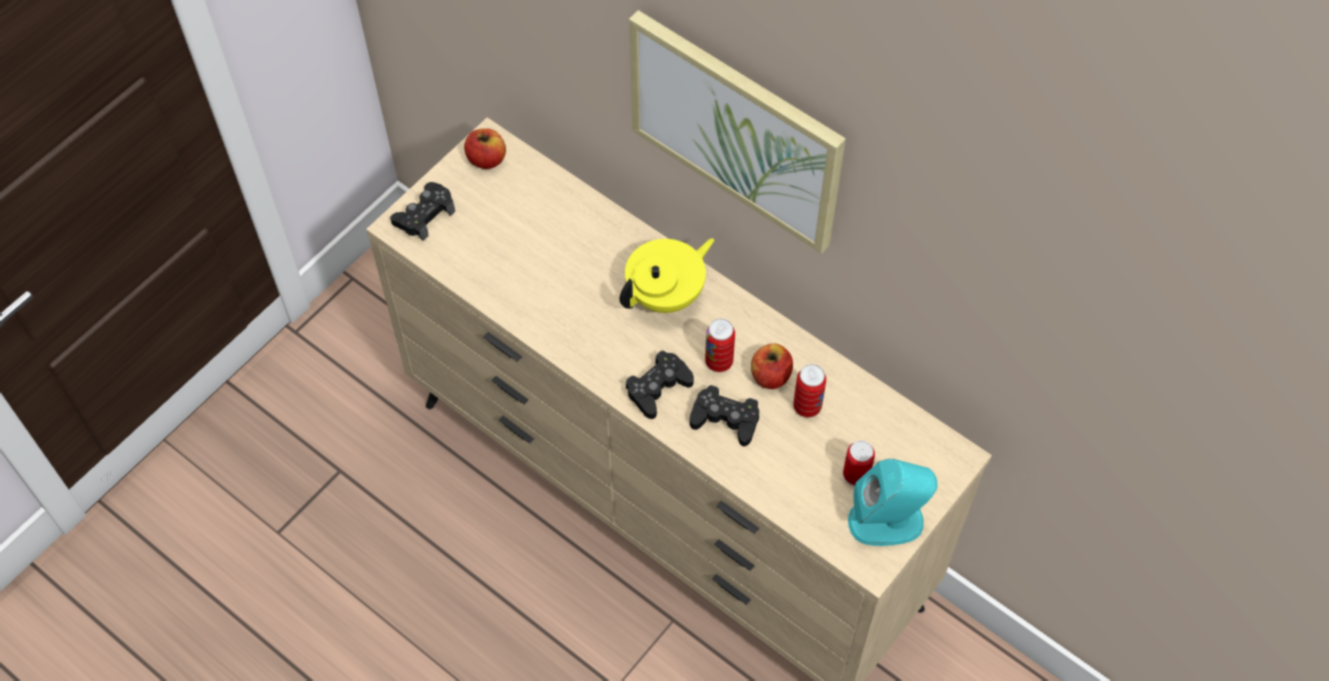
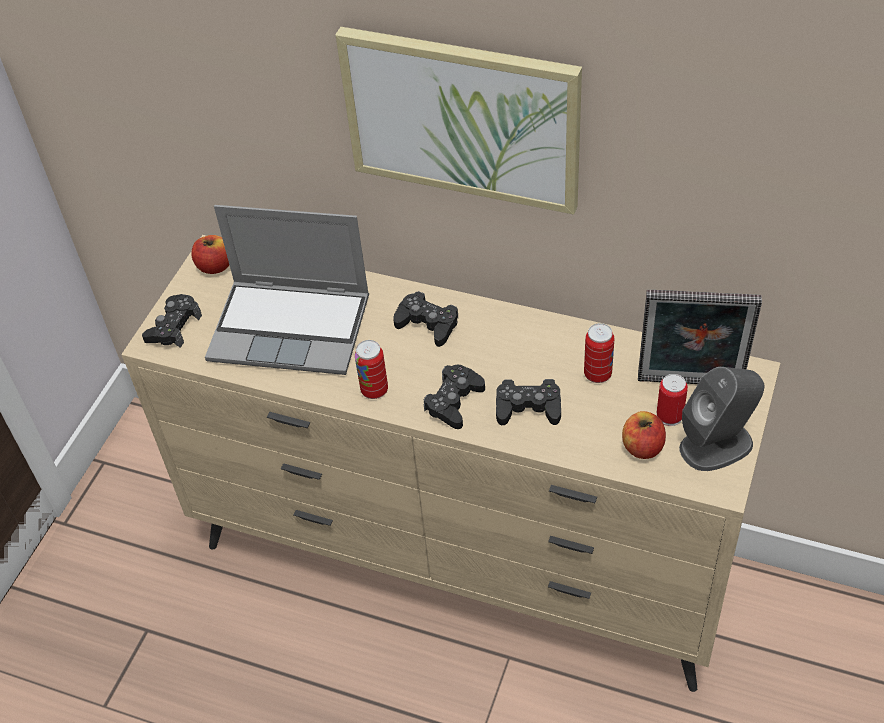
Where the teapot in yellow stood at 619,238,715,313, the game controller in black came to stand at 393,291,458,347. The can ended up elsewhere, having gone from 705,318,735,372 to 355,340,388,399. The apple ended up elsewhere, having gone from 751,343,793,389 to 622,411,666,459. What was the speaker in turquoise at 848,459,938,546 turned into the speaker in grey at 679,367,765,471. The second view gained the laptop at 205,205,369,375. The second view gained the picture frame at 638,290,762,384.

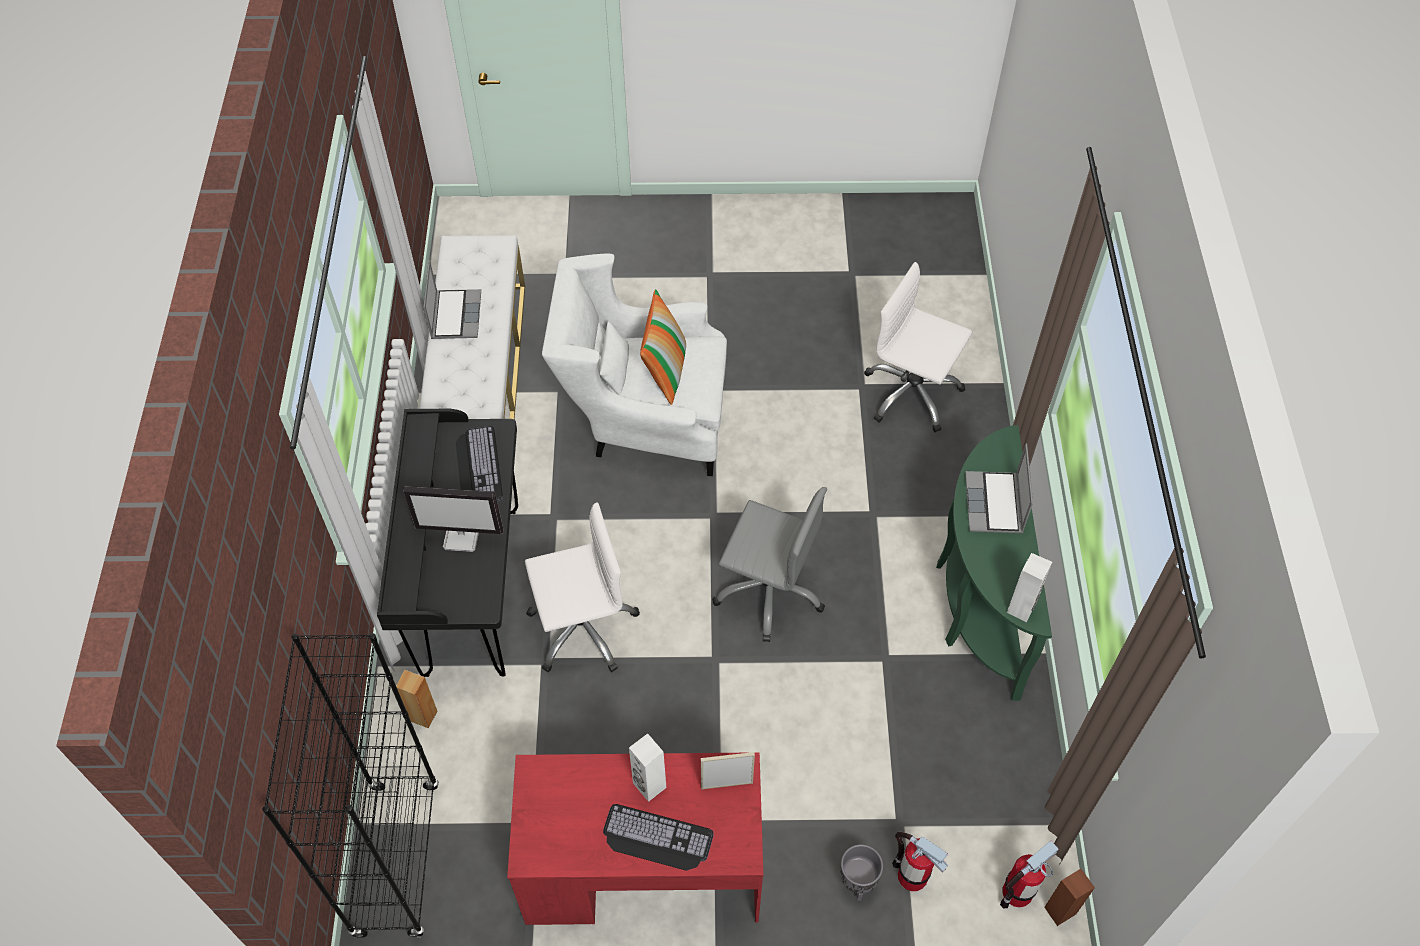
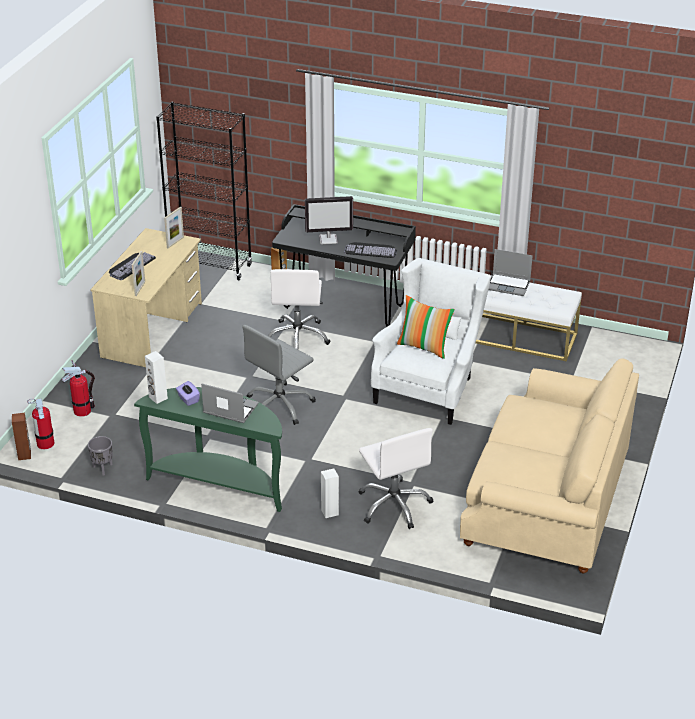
The office chair in white at 864,262,972,432 ended up facing another way, 105 degrees clockwise from before. The monitor at 402,486,503,552 ended up facing another way, 120 degrees counterclockwise from before. The speaker in white ended up elsewhere, having gone from 629,733,666,802 to 321,469,339,518. What was the desk in red at 507,752,763,925 turned into the desk in beige at 90,228,202,367. The planter in grey ended up elsewhere, having gone from 840,844,883,901 to 88,436,113,475. The second view gained the picture frame at 164,207,184,248. The second view gained the sofa in beige at 460,358,639,574. The second view gained the tissue box in purple at 176,381,200,406.

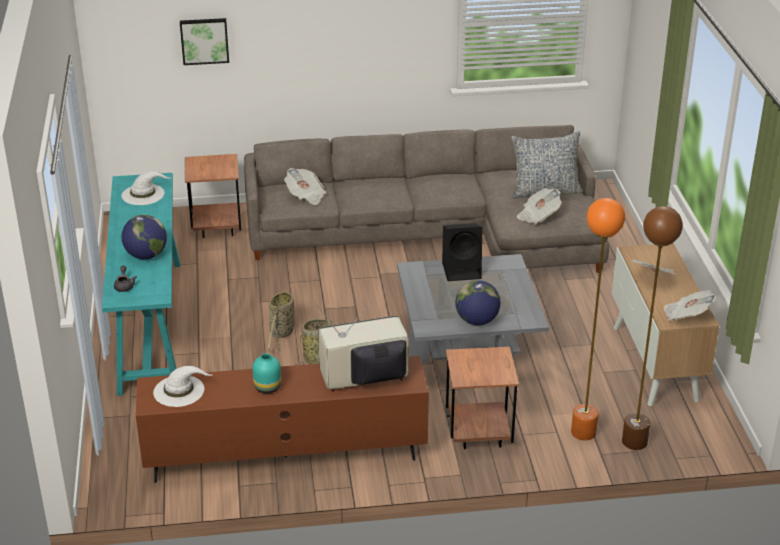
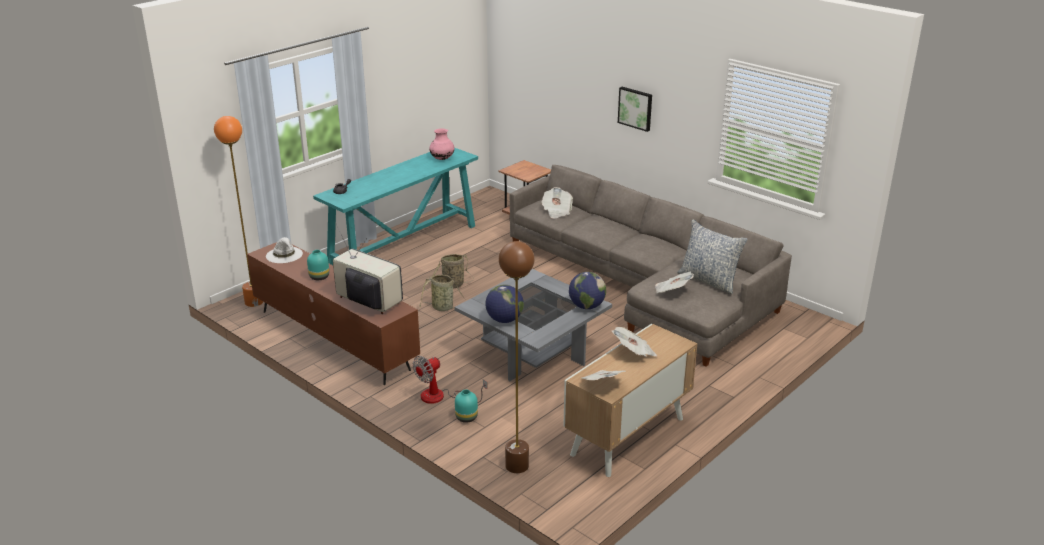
The picture ended up elsewhere, having gone from 180,18,229,65 to 618,87,652,132. Where the hat in white stood at 122,171,170,205, the vase in pink came to stand at 429,128,454,160. The floor lamp in orange ended up elsewhere, having gone from 571,198,625,441 to 214,116,263,307. The globe ended up elsewhere, having gone from 122,215,167,259 to 569,272,606,309. The second view lost the speaker in black at 442,223,482,281. Where the side table in brown stood at 446,347,519,449, the fan came to stand at 413,356,487,404. The second view gained the vase in turquoise at 455,389,478,423.

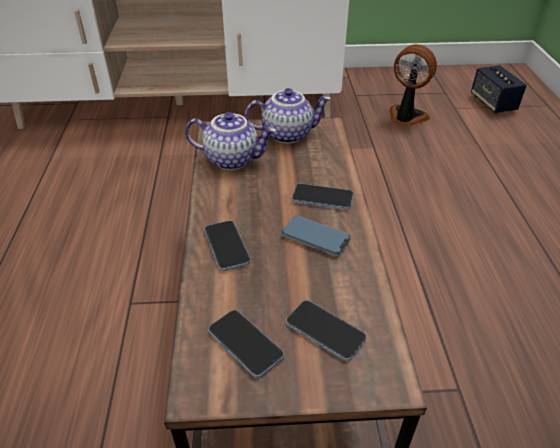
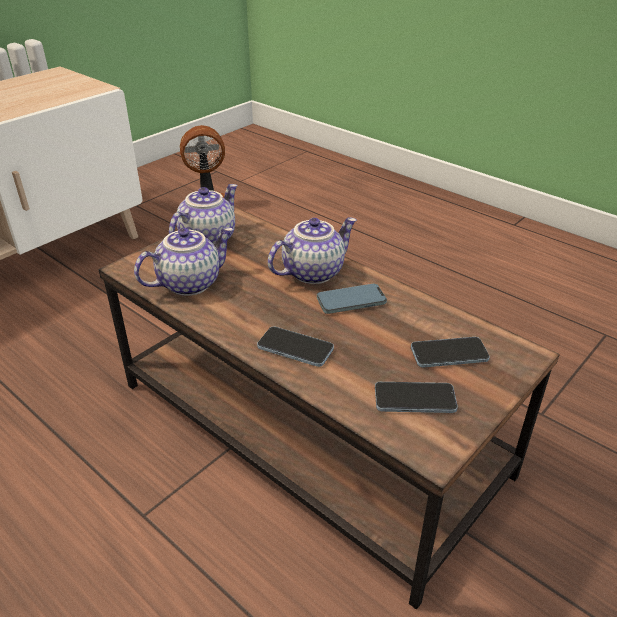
The second view lost the speaker at 471,65,527,113. Where the phone stood at 292,183,353,210, the teapot came to stand at 268,217,357,284.

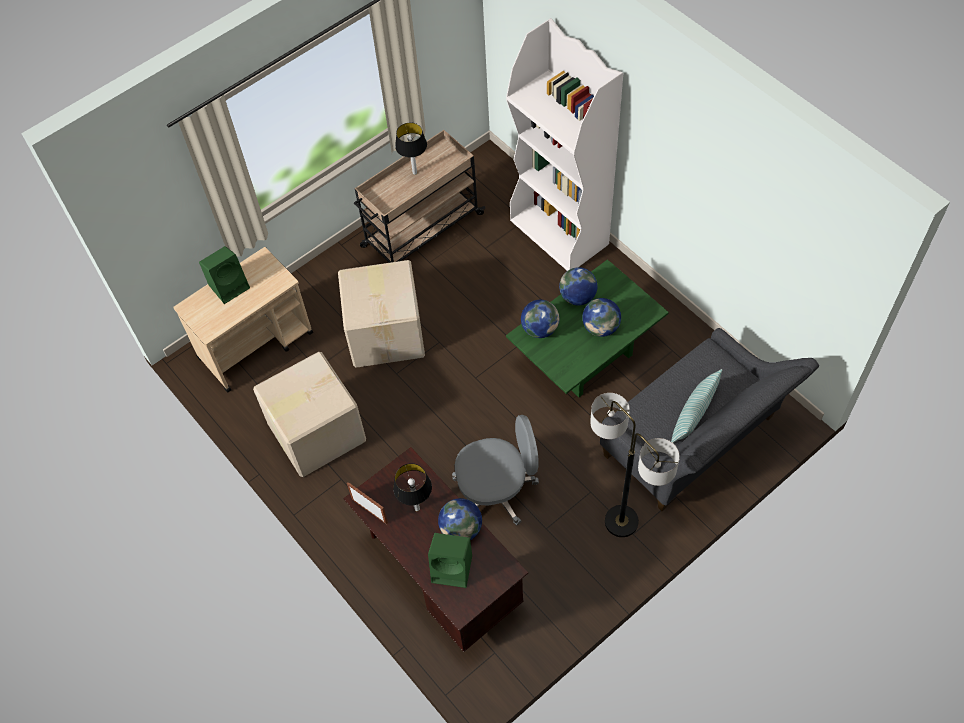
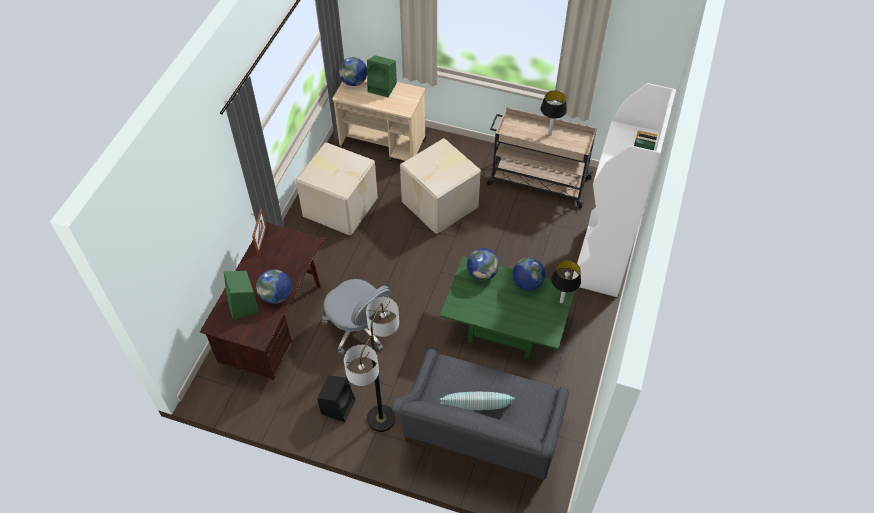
The globe ended up elsewhere, having gone from 582,298,621,337 to 339,57,367,86. The table lamp ended up elsewhere, having gone from 393,463,432,511 to 551,260,581,304. The second view gained the speaker in black at 317,376,355,422.

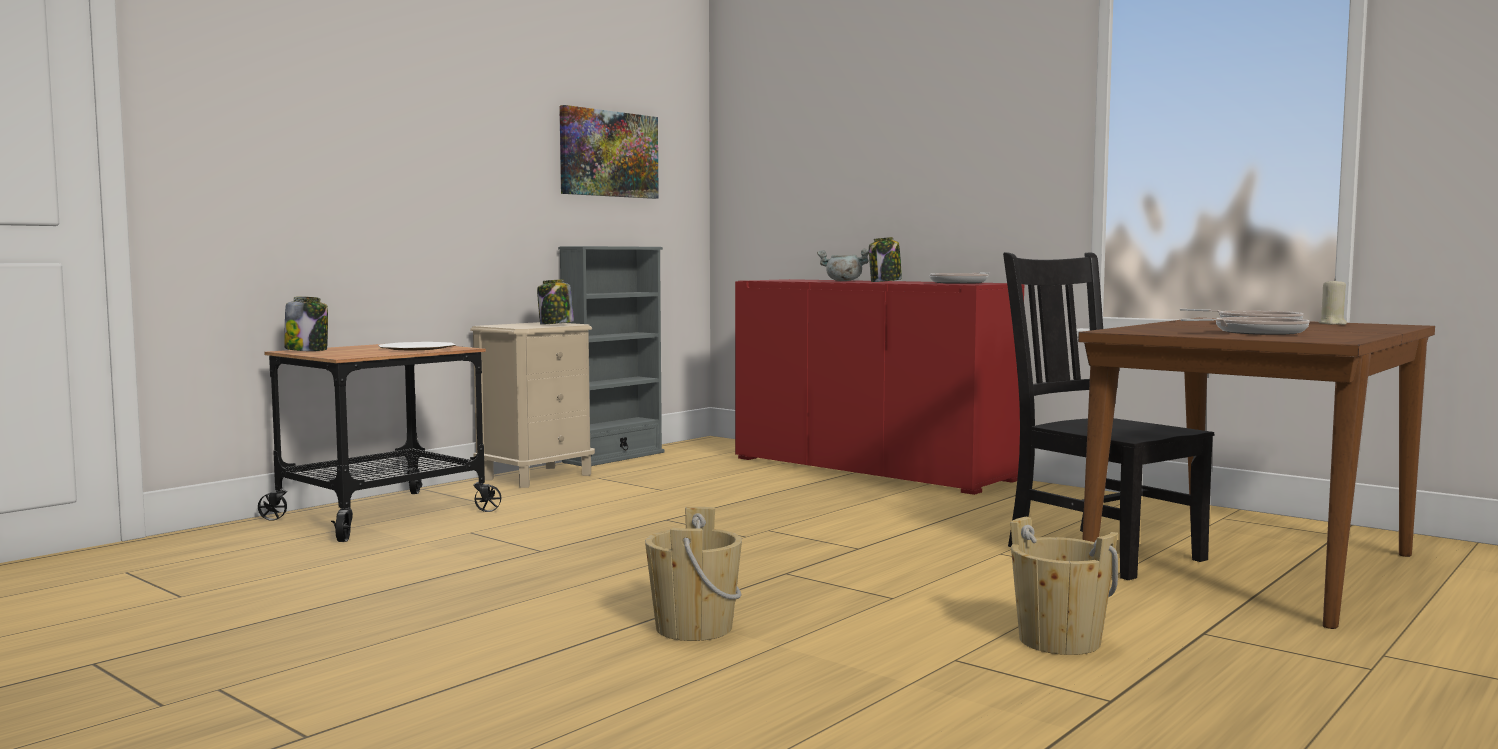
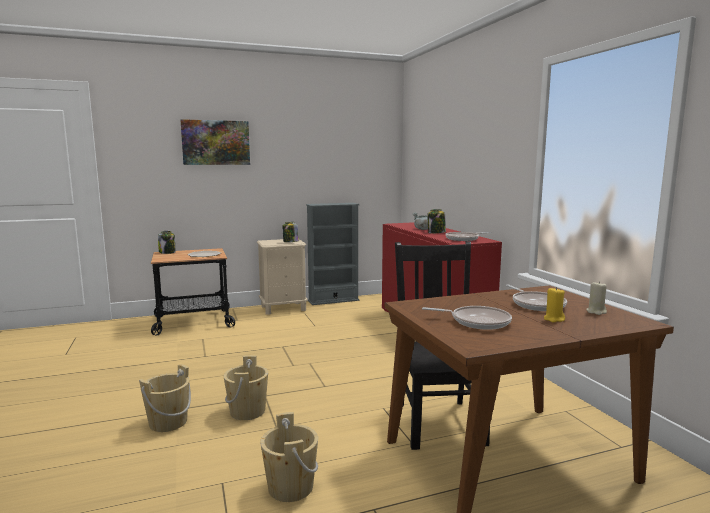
The picture ended up elsewhere, having gone from 559,105,659,199 to 180,119,250,165. The second view gained the candle in yellow at 544,287,565,322. The second view gained the bucket in beige at 223,355,268,420.

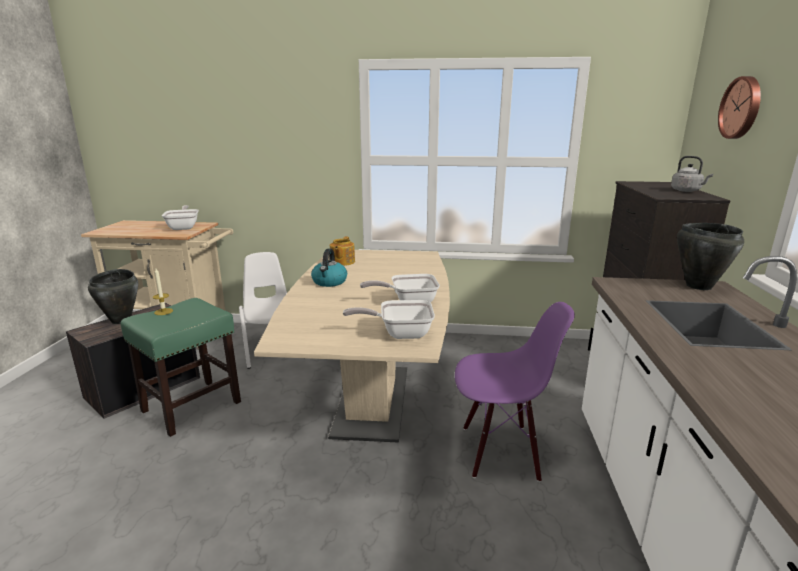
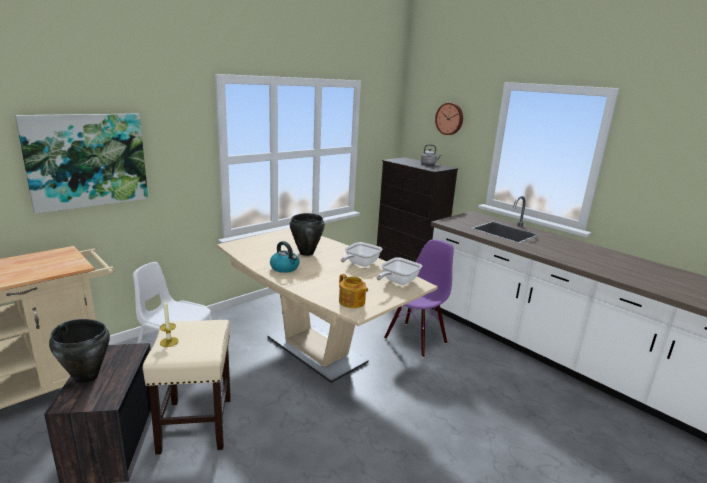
The second view lost the frying pan at 162,205,199,230. The cooking pot in black ended up elsewhere, having gone from 677,223,744,290 to 290,213,325,256. The teapot ended up elsewhere, having gone from 330,237,355,266 to 339,274,368,308. What was the stool in green at 120,298,241,437 turned into the stool in beige at 143,320,231,455. The second view gained the picture at 15,114,148,214.

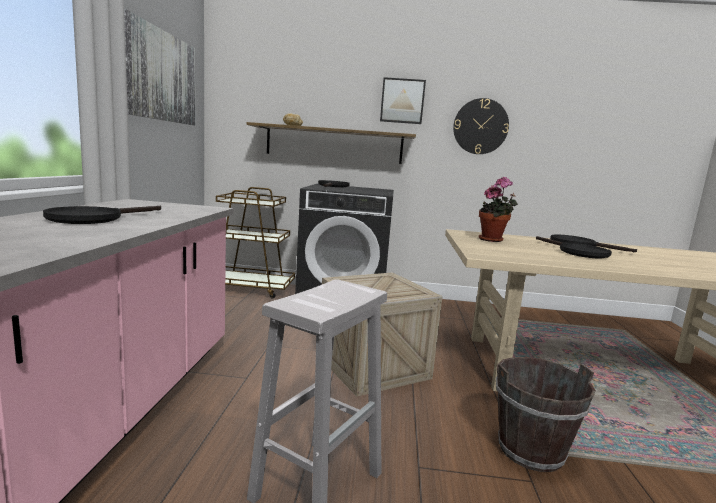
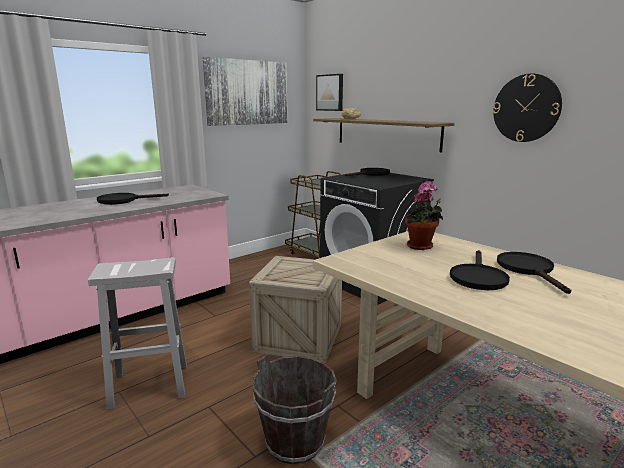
The picture ended up elsewhere, having gone from 380,77,426,124 to 316,74,343,111.

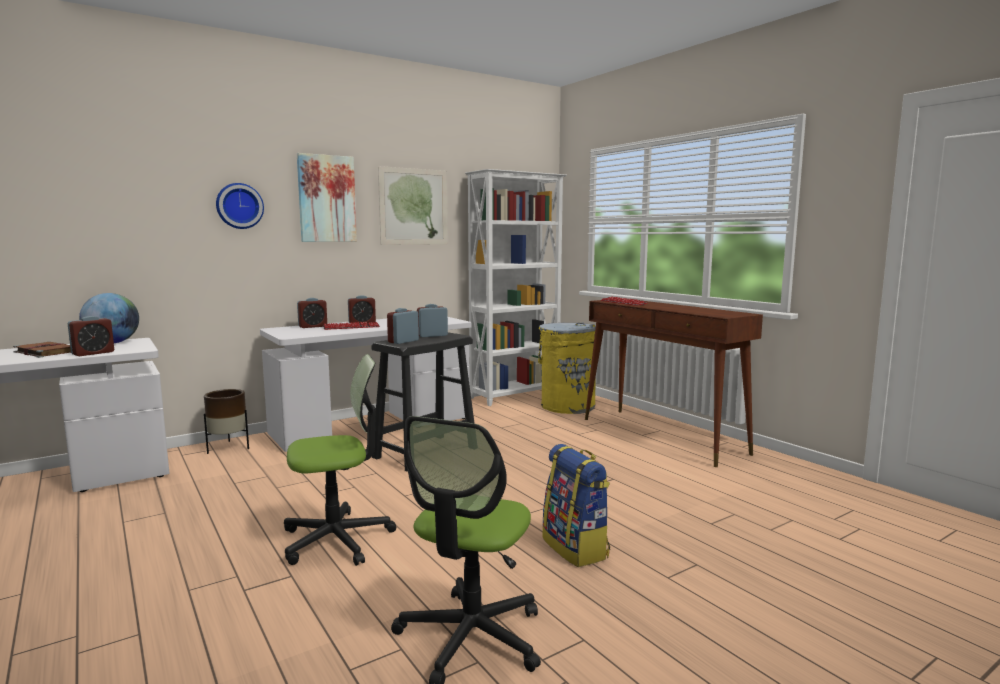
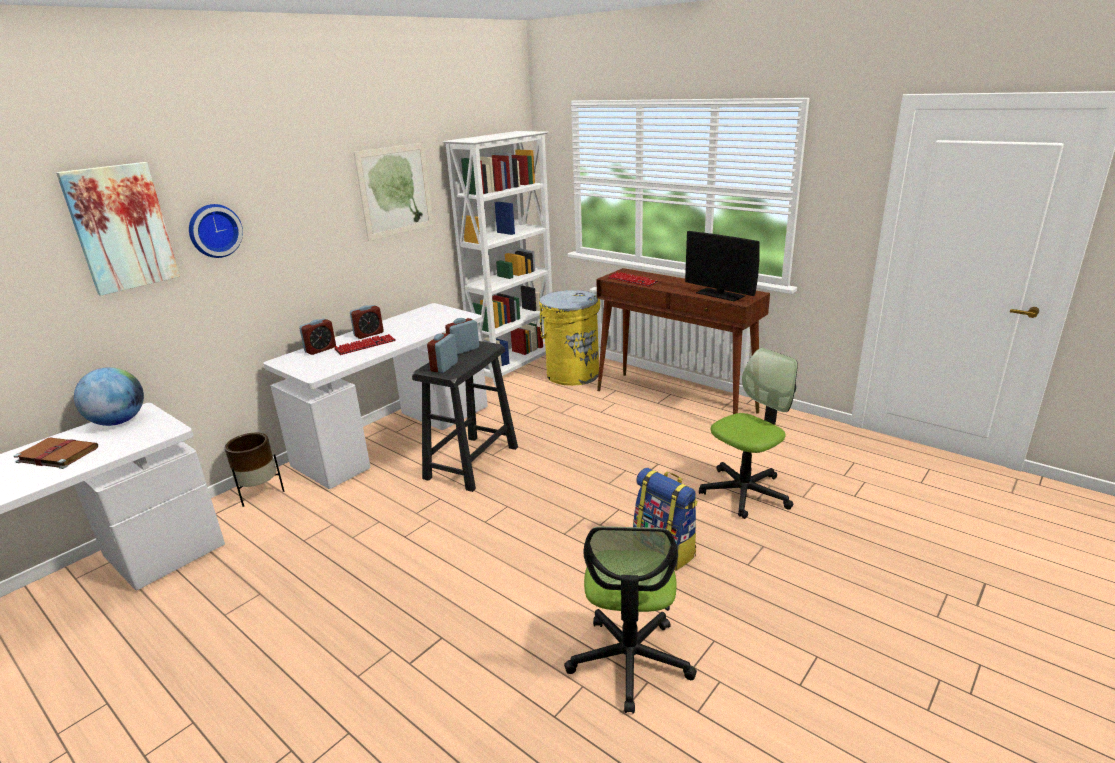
The picture ended up elsewhere, having gone from 297,153,357,242 to 56,162,180,296. The second view lost the alarm clock at 68,316,114,356. The office chair ended up elsewhere, having gone from 284,354,396,566 to 699,348,798,519. The second view gained the monitor at 685,231,760,301.

